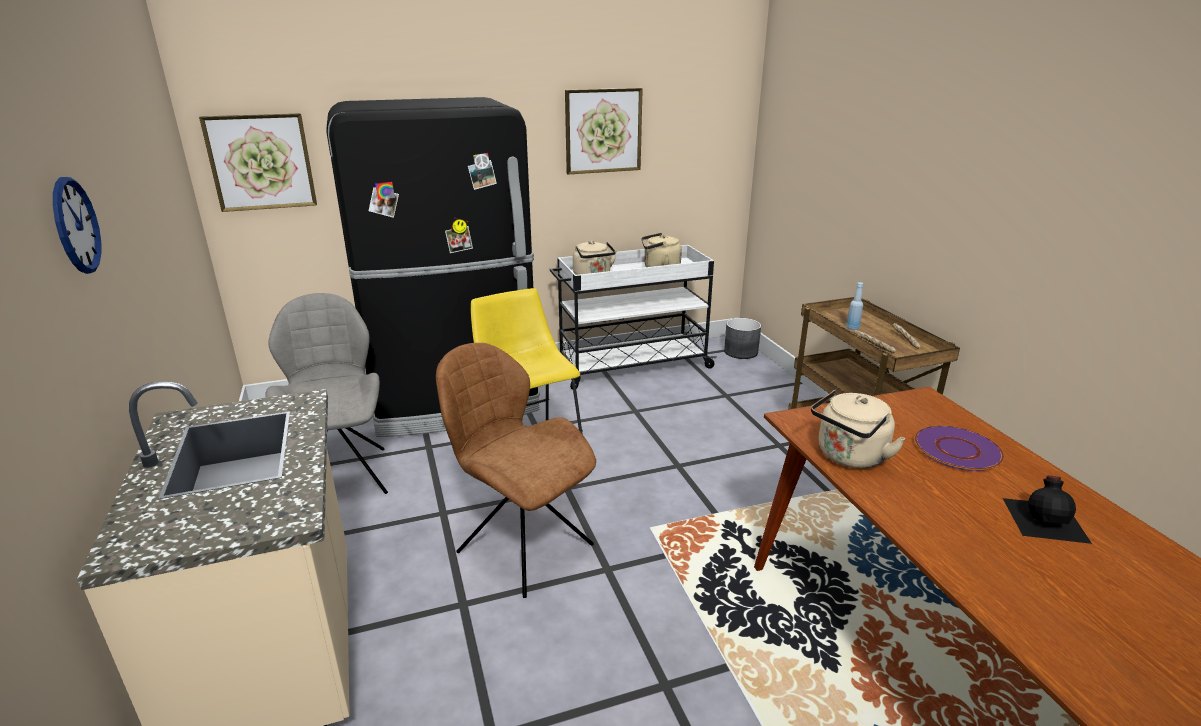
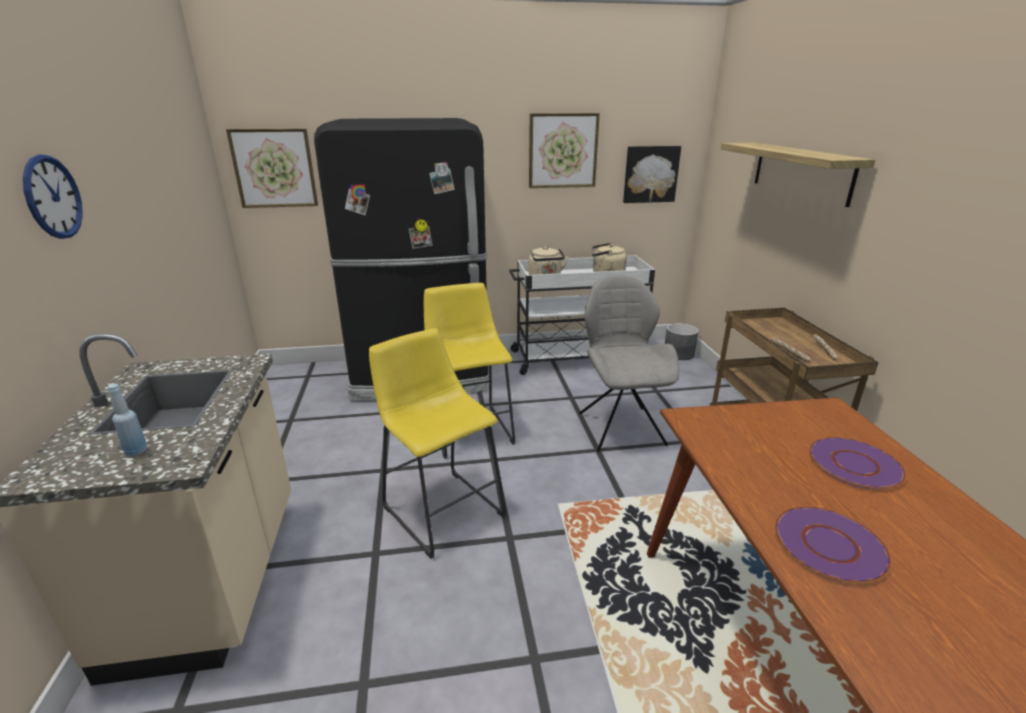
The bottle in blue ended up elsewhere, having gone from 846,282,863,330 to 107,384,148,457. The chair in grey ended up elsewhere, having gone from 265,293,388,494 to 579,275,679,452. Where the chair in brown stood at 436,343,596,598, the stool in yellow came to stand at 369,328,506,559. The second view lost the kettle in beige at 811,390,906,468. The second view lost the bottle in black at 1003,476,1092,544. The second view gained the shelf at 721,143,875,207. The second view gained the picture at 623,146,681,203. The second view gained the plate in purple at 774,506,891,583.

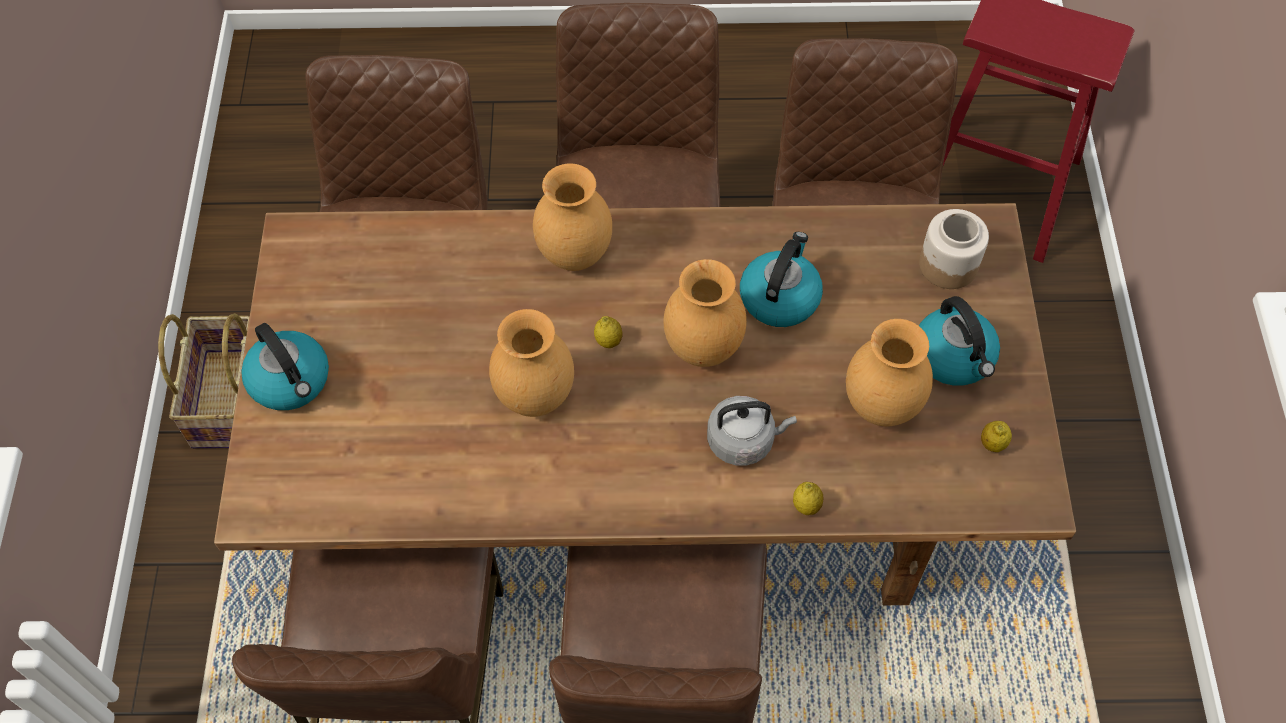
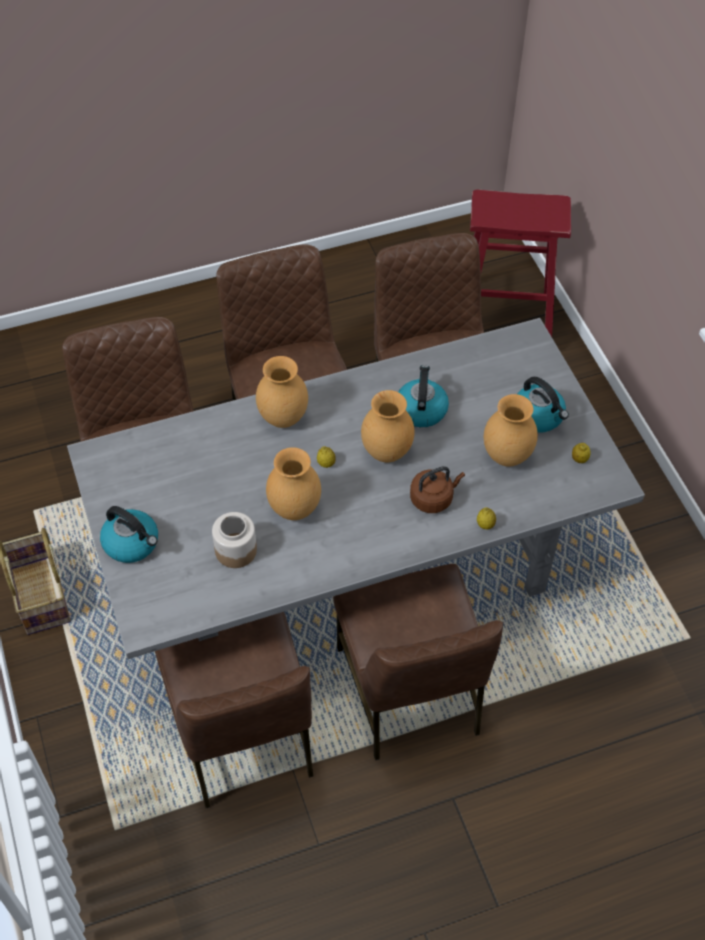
What was the dining table in brown at 214,203,1076,605 turned into the dining table in grey at 67,318,645,659. The jar ended up elsewhere, having gone from 919,209,989,289 to 212,512,257,568. What was the kettle in grey at 707,396,797,466 turned into the kettle in brown at 410,466,465,513.

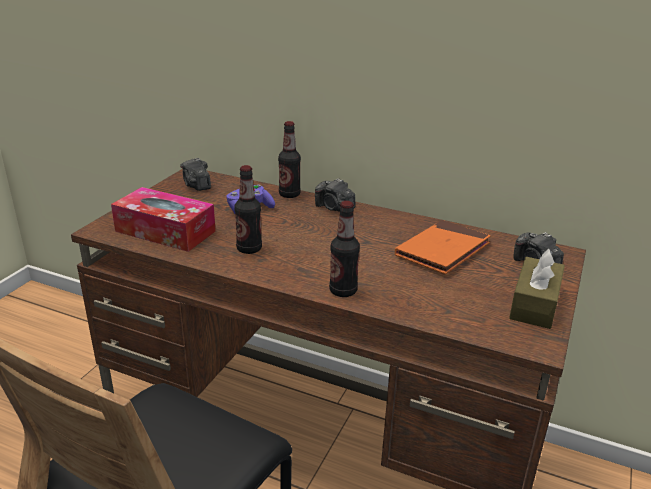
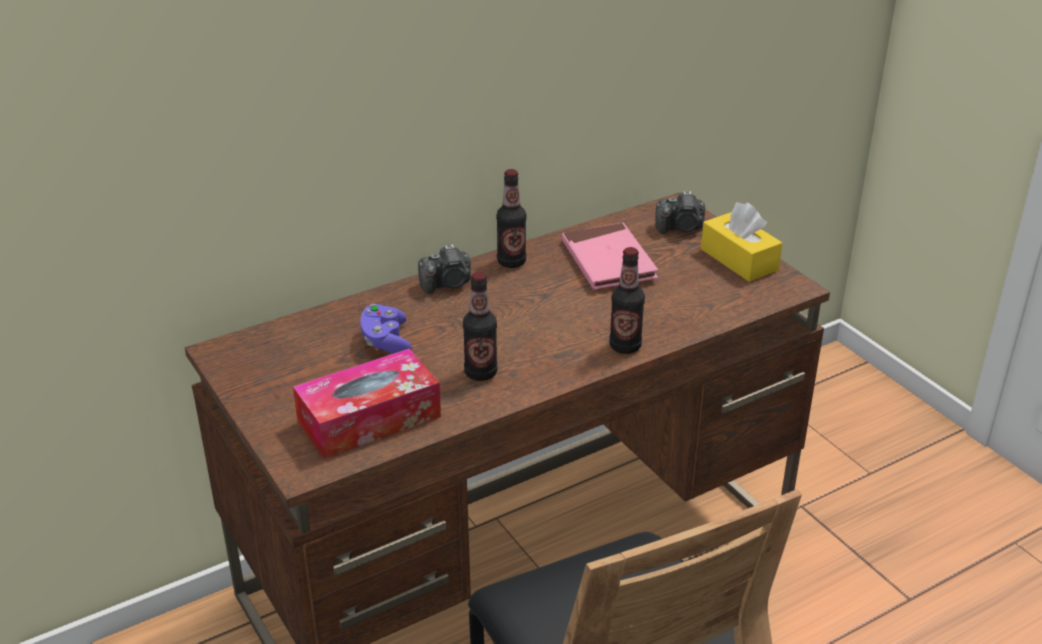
The bottle ended up elsewhere, having gone from 278,121,301,198 to 496,169,526,268. The second view lost the photo camera at 180,158,211,191. What was the book in orange at 395,220,490,274 turned into the book in pink at 562,222,658,290. What was the tissue box in brown at 509,249,565,329 turned into the tissue box in yellow at 701,202,782,282.

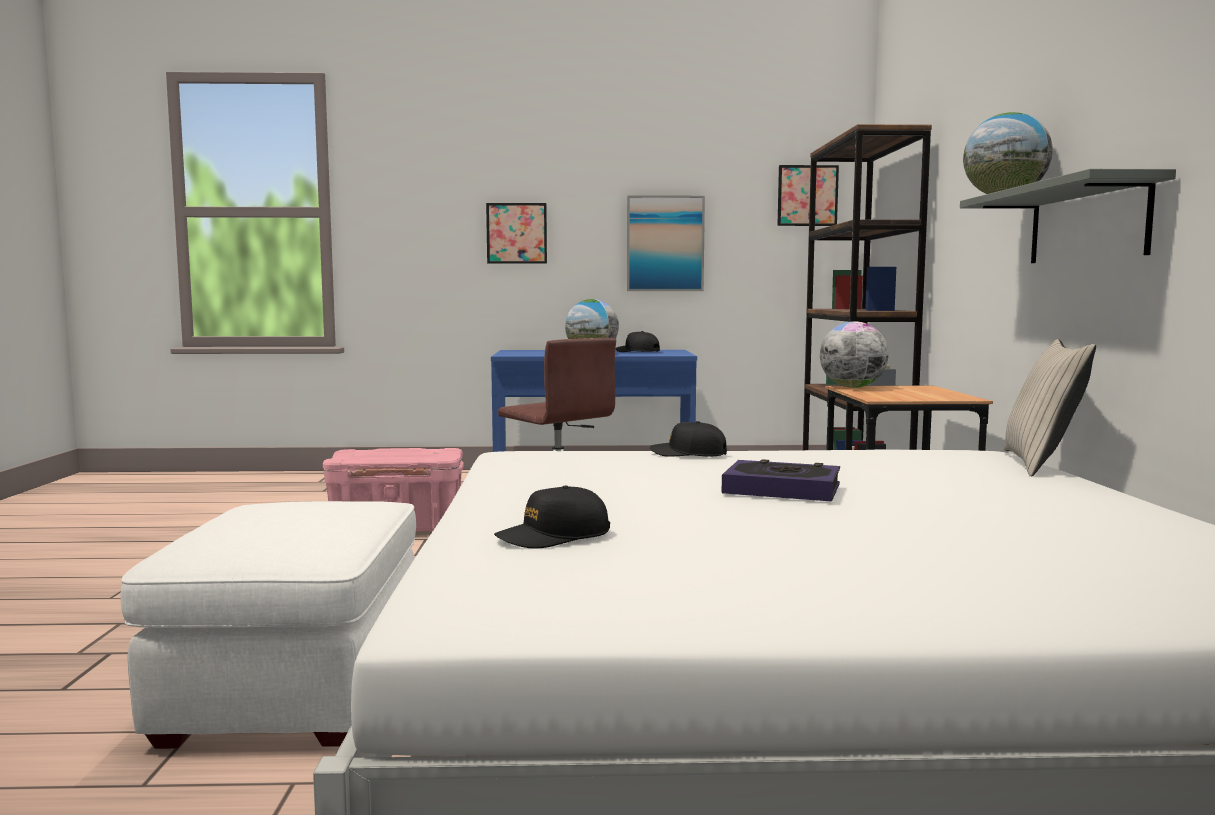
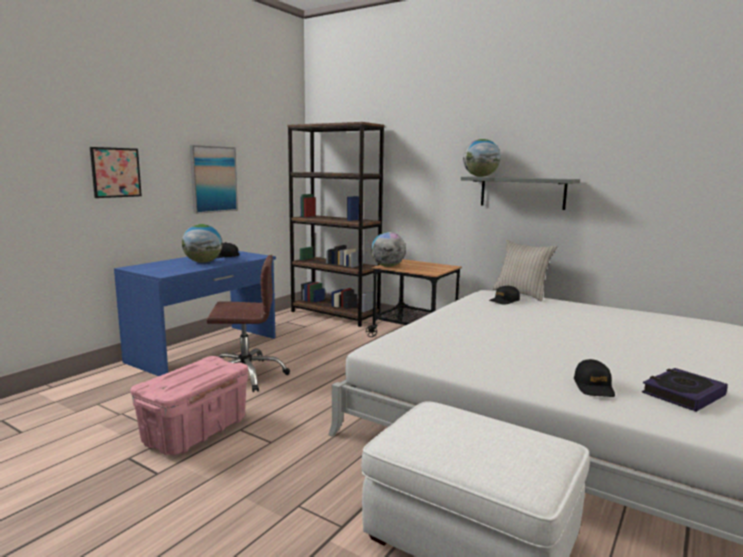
The second view lost the picture at 777,165,839,226. The cap in black ended up elsewhere, having gone from 650,421,727,457 to 489,285,520,305. The book ended up elsewhere, having gone from 722,459,840,502 to 642,368,728,412.

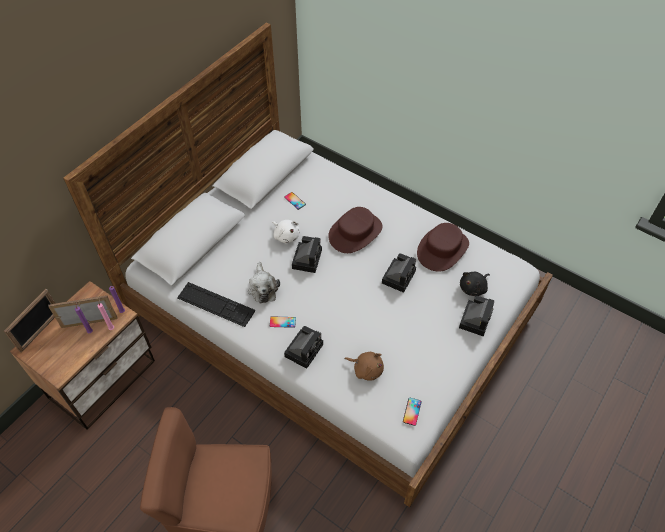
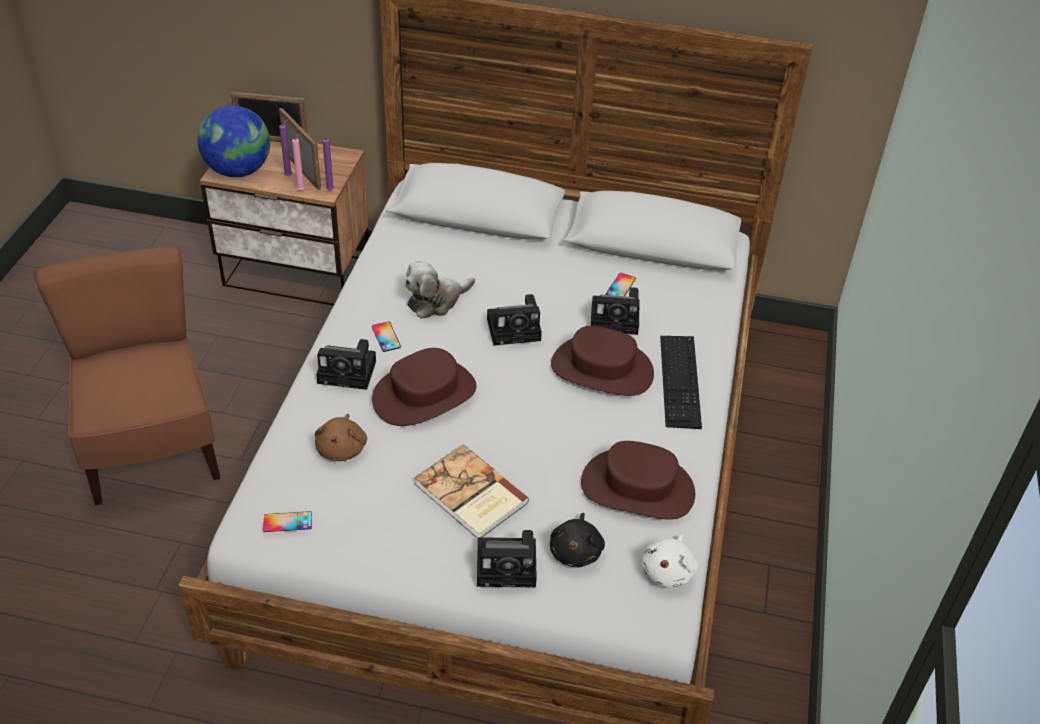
The plush toy in white ended up elsewhere, having gone from 272,220,300,243 to 642,534,698,587. The photo camera ended up elsewhere, having gone from 382,253,416,293 to 591,287,640,335. The plush toy in black at 460,272,490,296 ended up facing another way, 105 degrees counterclockwise from before. The keyboard ended up elsewhere, having gone from 177,282,255,327 to 660,336,702,429. The second view gained the globe at 198,105,270,177. The second view gained the hat in brown at 372,348,477,426. The second view gained the book at 414,445,529,539.

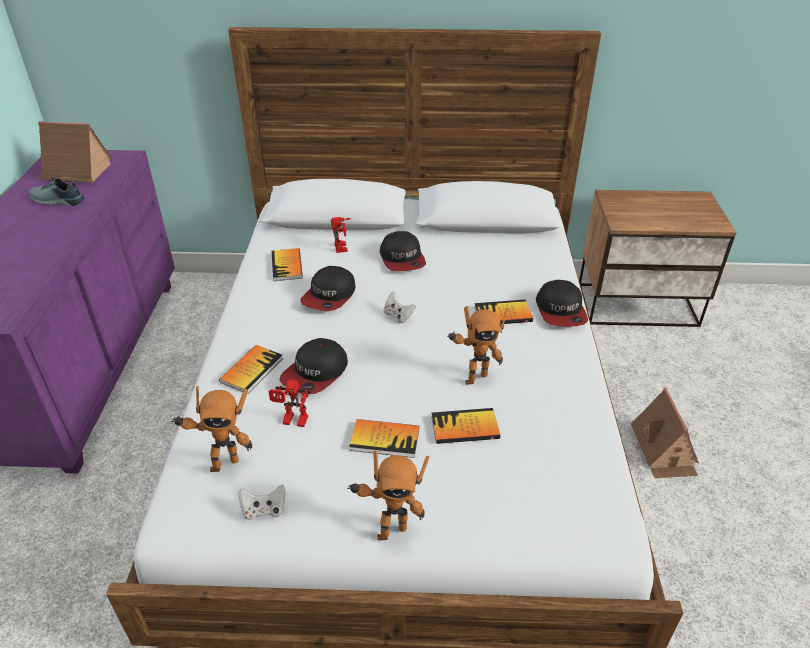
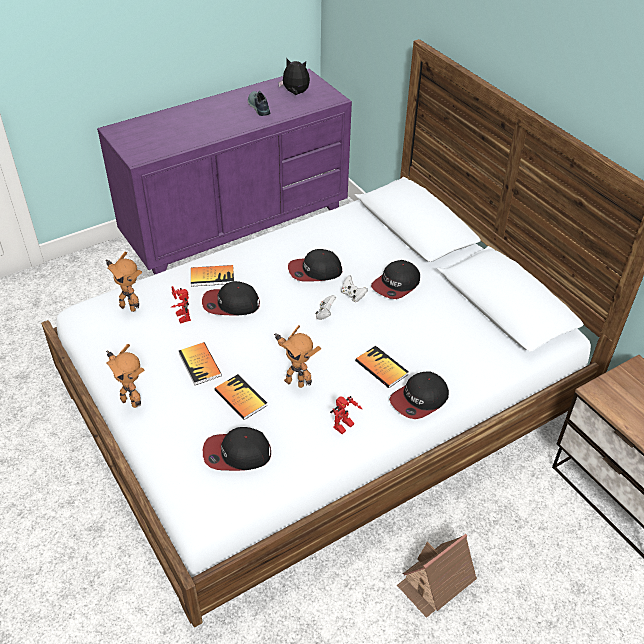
Where the toy house stood at 37,121,112,183, the plush toy came to stand at 278,58,310,95. The toy robot ended up elsewhere, having gone from 331,217,351,253 to 330,396,362,434. The second view lost the book at 272,248,303,281. The game controller in white ended up elsewhere, having gone from 238,484,285,520 to 341,275,368,302. The second view gained the cap at 203,427,271,471.

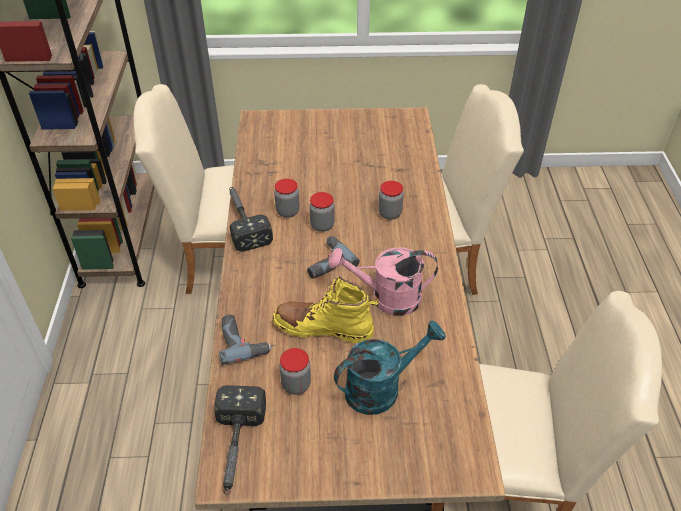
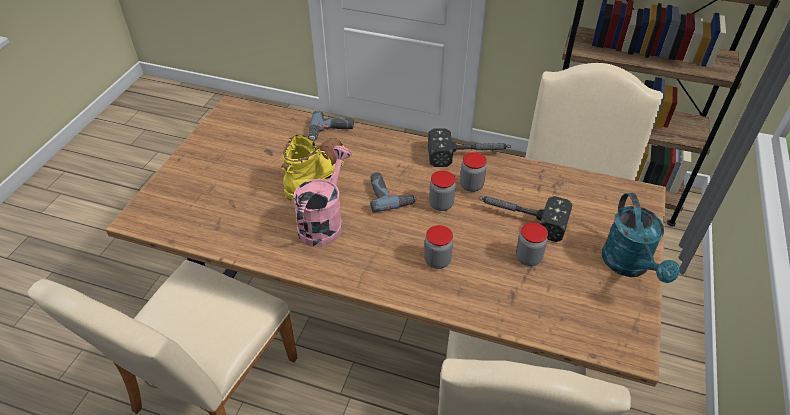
The watering can in turquoise ended up elsewhere, having gone from 334,321,446,415 to 602,193,680,283. The jar ended up elsewhere, having gone from 279,348,311,395 to 516,223,548,266. The hammer ended up elsewhere, having gone from 214,385,266,495 to 478,196,572,242.

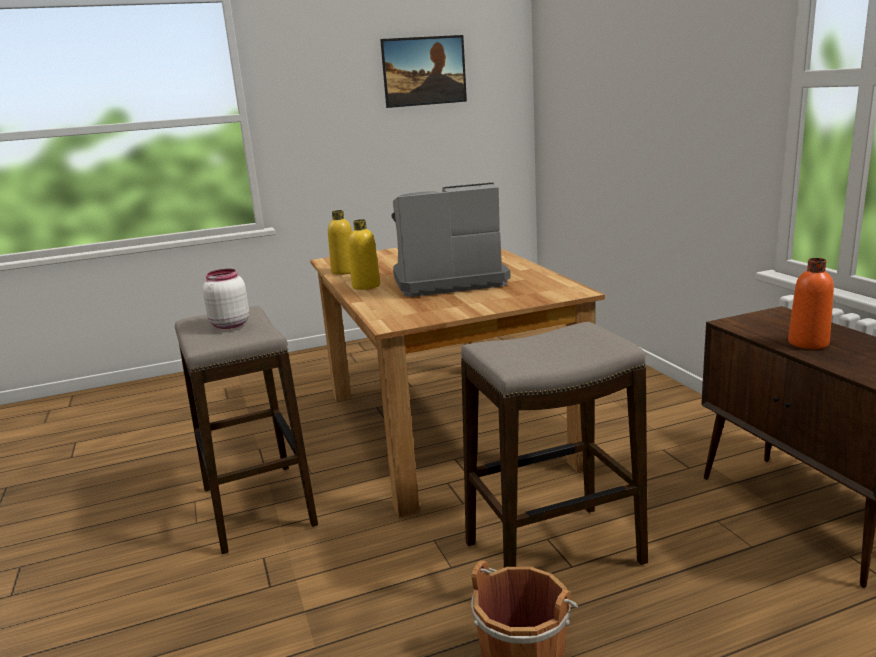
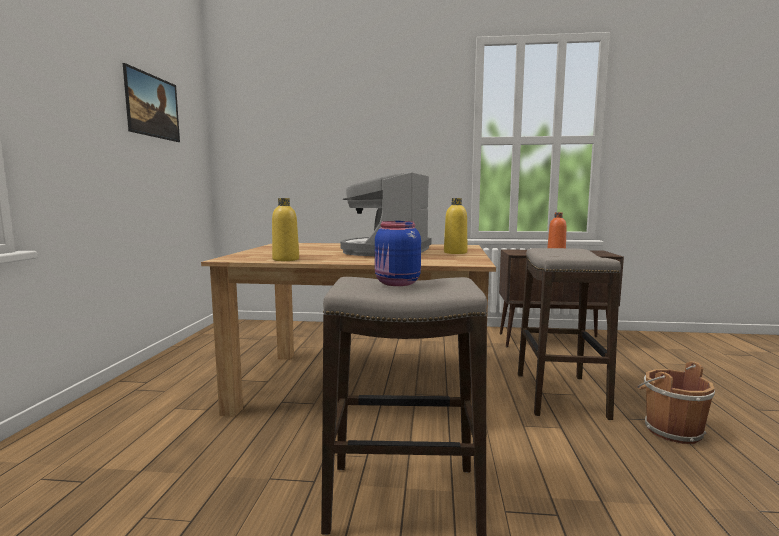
The bottle in yellow ended up elsewhere, having gone from 349,219,380,290 to 444,198,467,254. What was the jar in white at 203,269,249,329 turned into the jar in blue at 375,221,421,286.

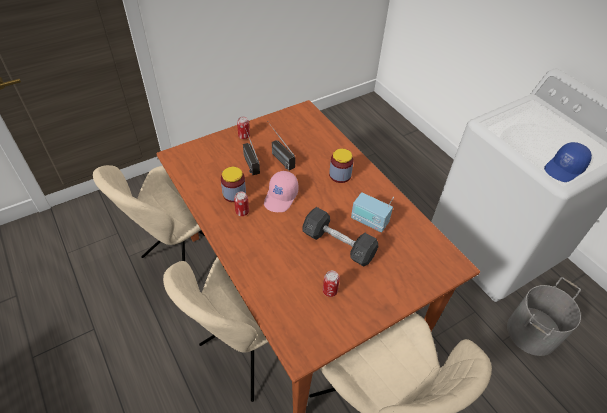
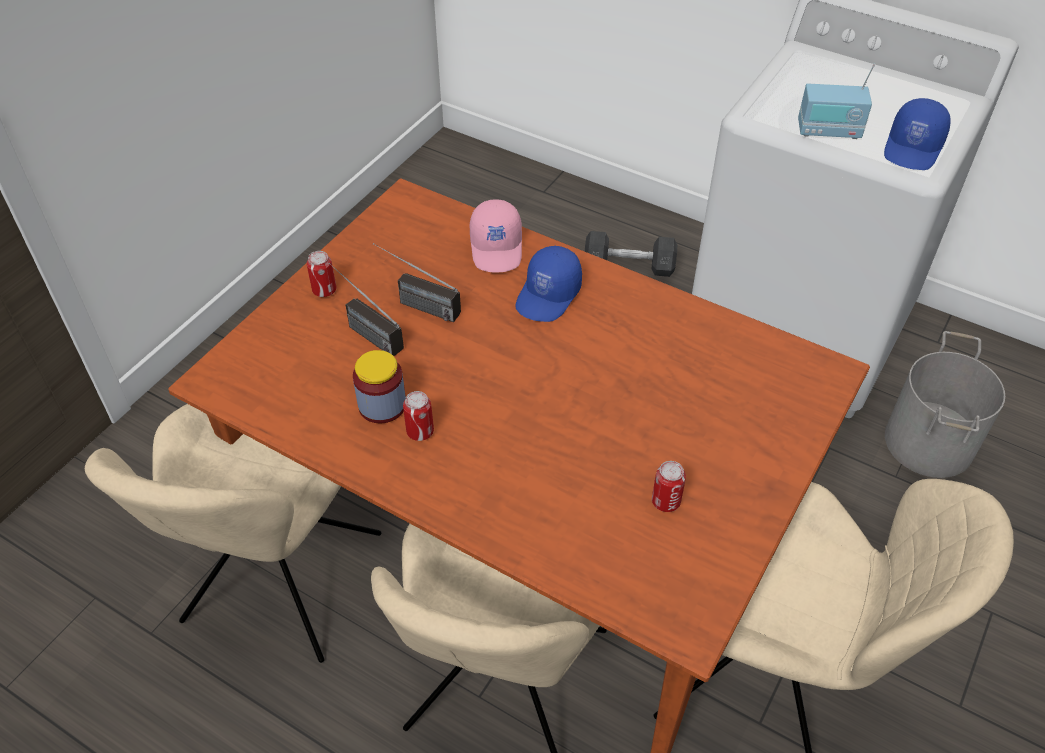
Where the jar stood at 329,148,354,183, the cap in blue came to stand at 515,246,582,322. The cap in pink ended up elsewhere, having gone from 264,171,298,212 to 470,199,522,273. The radio ended up elsewhere, having gone from 351,192,394,233 to 798,64,875,139. The dumbbell in grey ended up elsewhere, having gone from 302,207,378,266 to 585,231,677,277.

